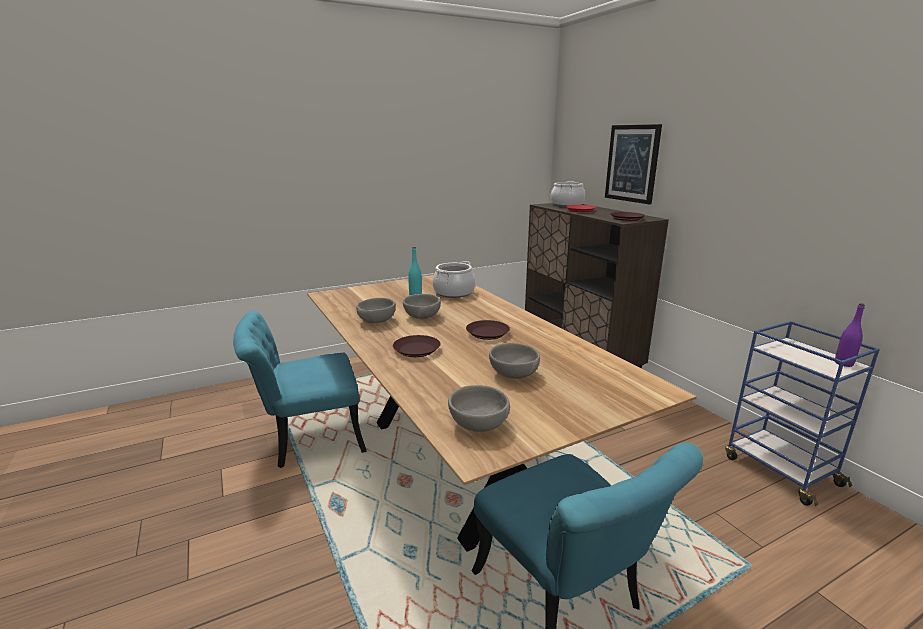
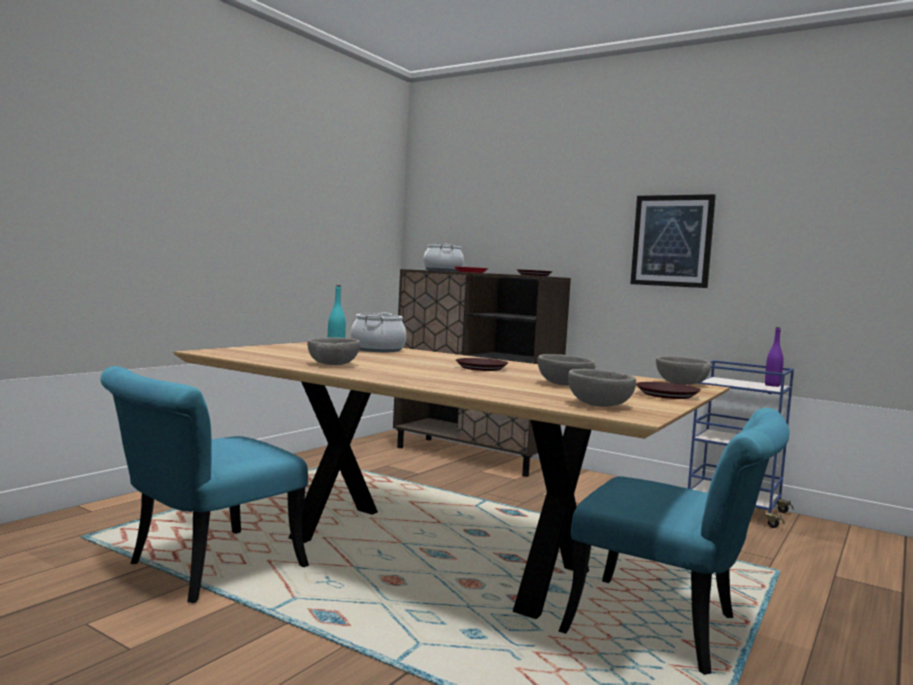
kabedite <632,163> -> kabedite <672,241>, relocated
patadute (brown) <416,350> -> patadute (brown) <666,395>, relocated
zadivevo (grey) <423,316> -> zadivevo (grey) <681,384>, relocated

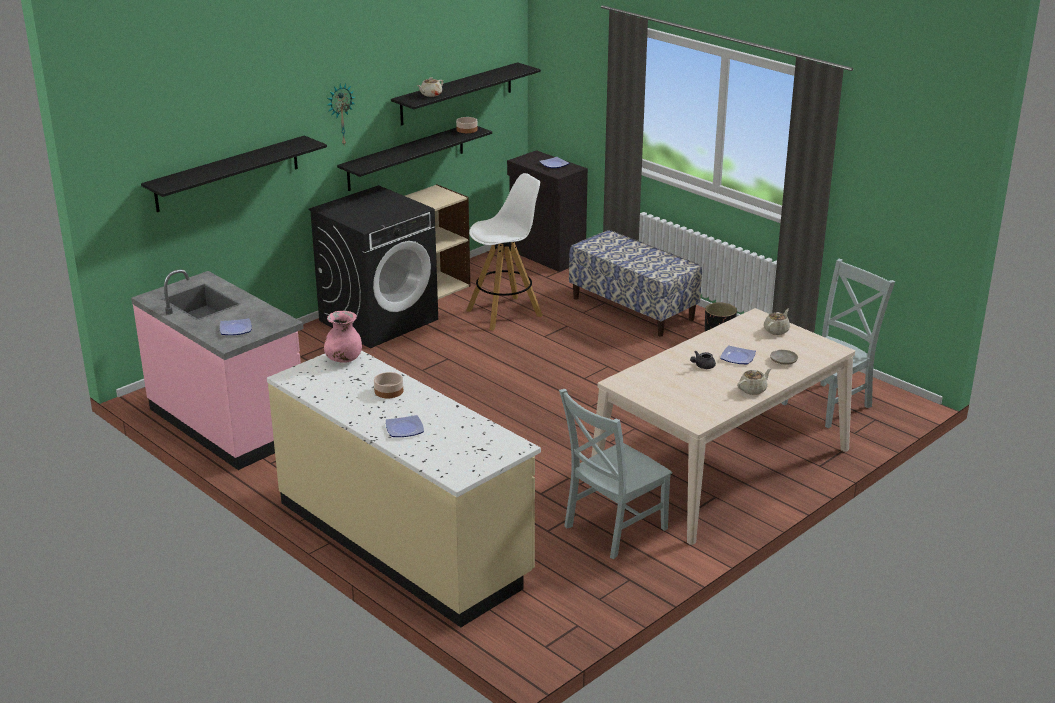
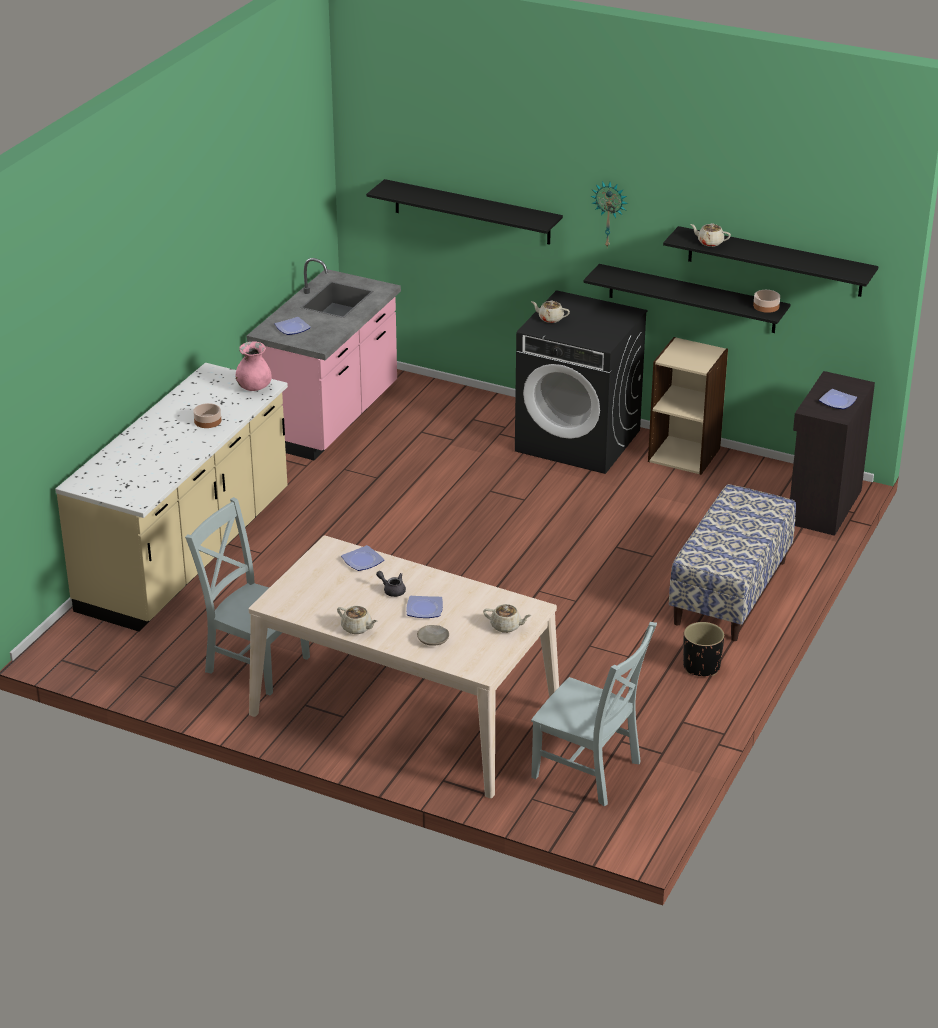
patadute <404,429> -> patadute <361,561>, relocated
none -> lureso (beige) <550,318>
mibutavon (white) <505,313> -> none

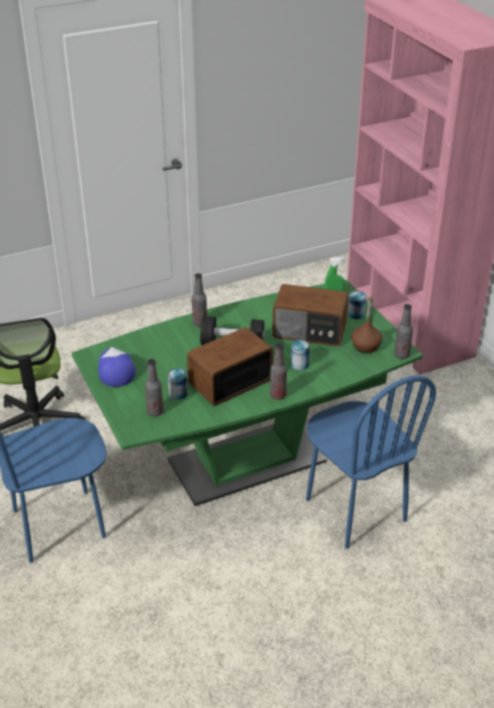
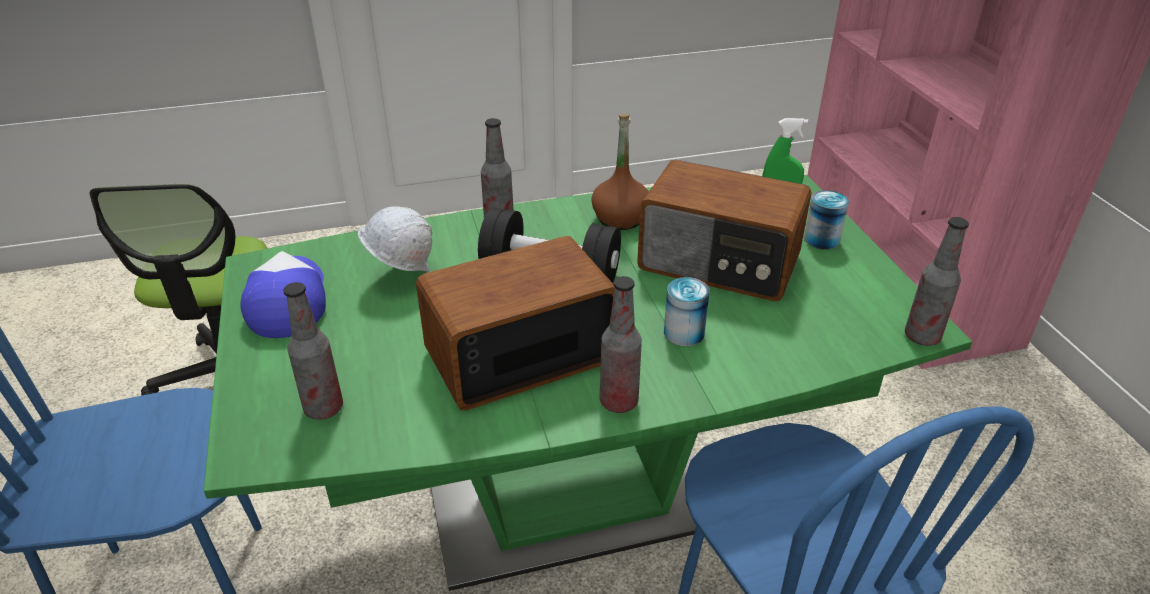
none -> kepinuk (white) <401,275>
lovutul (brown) <365,346> -> lovutul (brown) <620,218>, relocated
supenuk <178,393> -> none

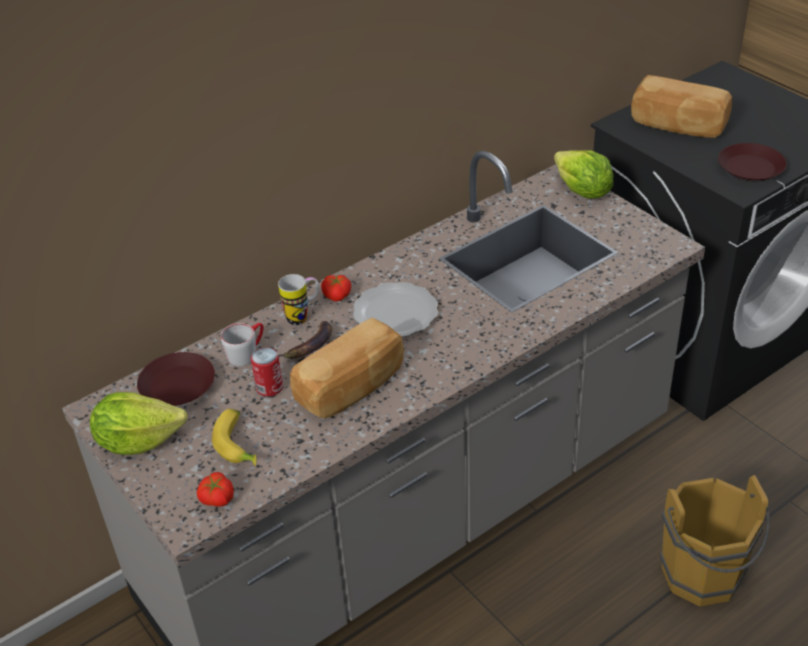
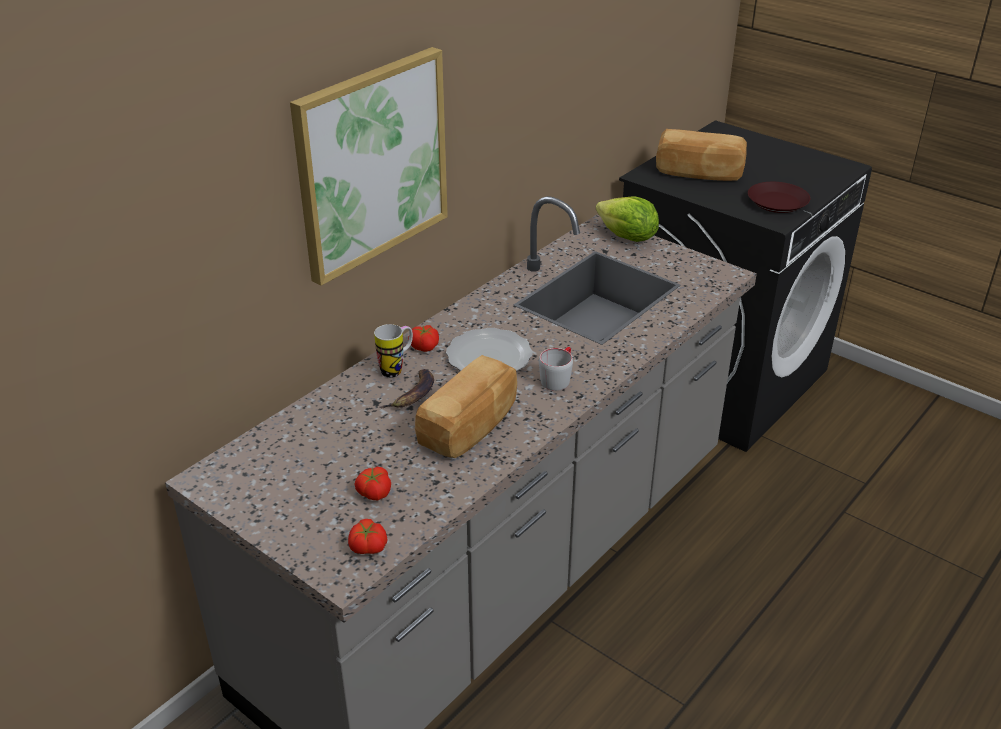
none -> kabedite <371,163>
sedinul <239,444> -> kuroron <373,493>
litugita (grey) <247,352> -> litugita (grey) <558,378>, relocated
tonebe <138,441> -> none
patadute (brown) <177,386> -> none
supenuk <269,387> -> none
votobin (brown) <703,580> -> none

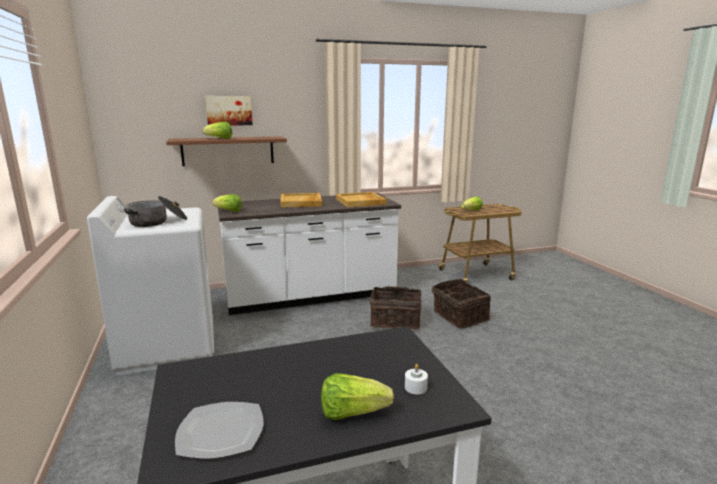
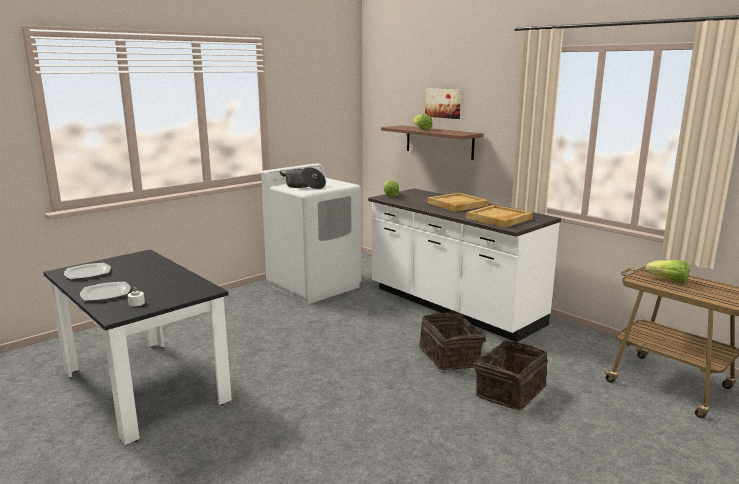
tonebe <352,413> -> patadute <106,293>

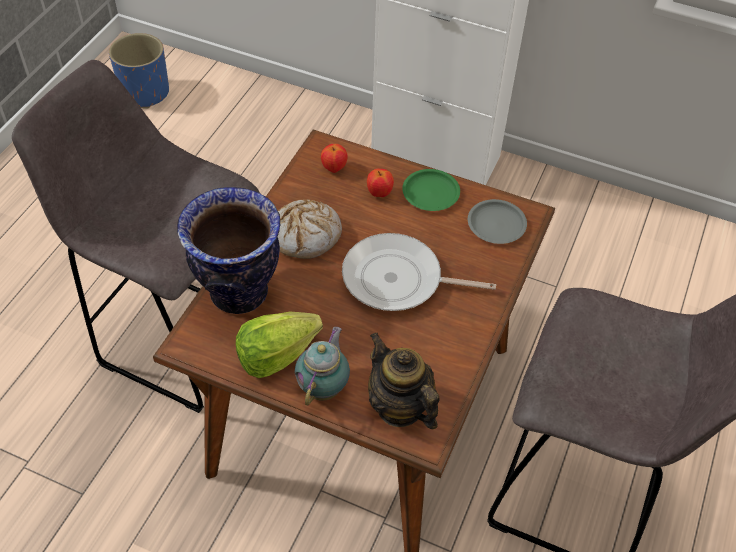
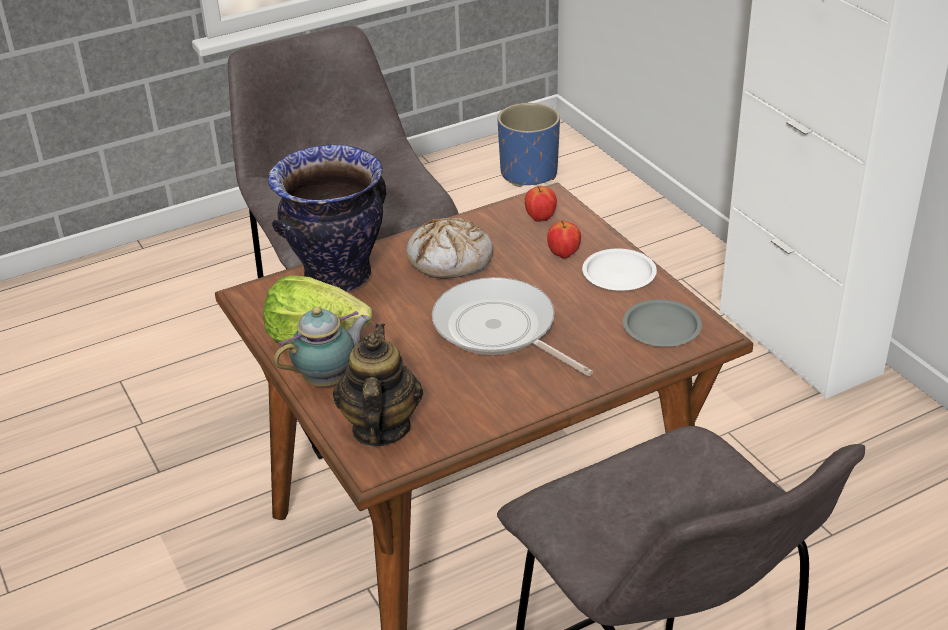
patadute (green) <430,193> -> patadute (white) <618,274>

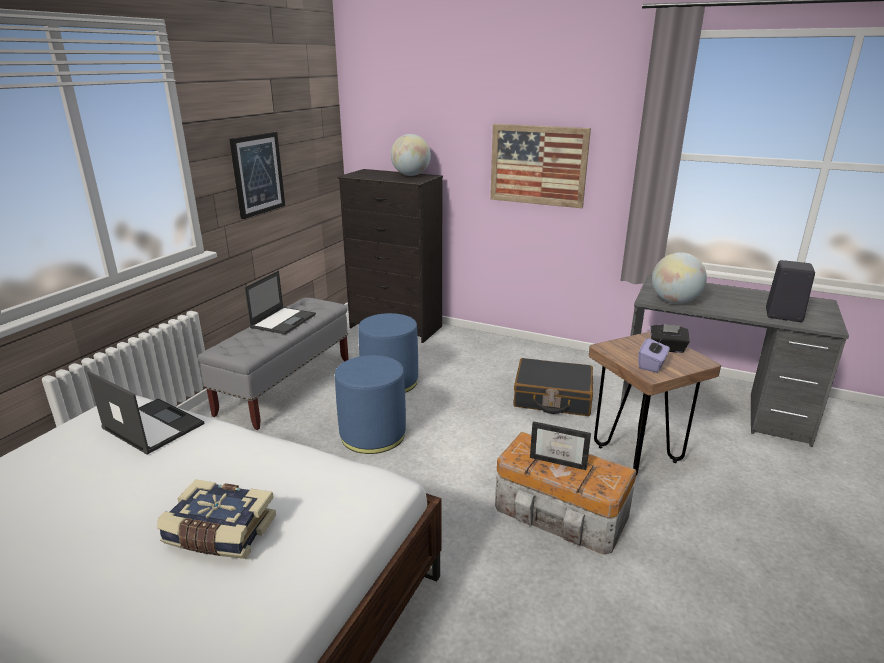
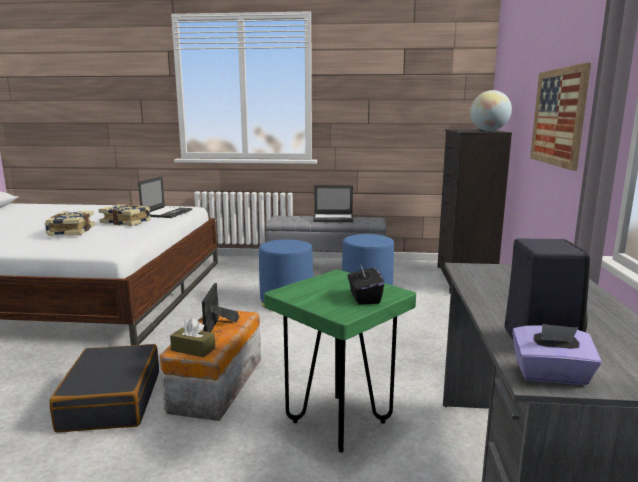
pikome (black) <552,398> -> pikome (black) <111,400>, relocated
none -> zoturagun <126,222>
none -> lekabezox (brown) <193,349>
mibutavon (brown) <636,454> -> mibutavon (green) <338,422>
lekabezox (purple) <652,365> -> lekabezox (purple) <551,375>, relocated
kabedite <257,174> -> none
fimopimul <674,301> -> none

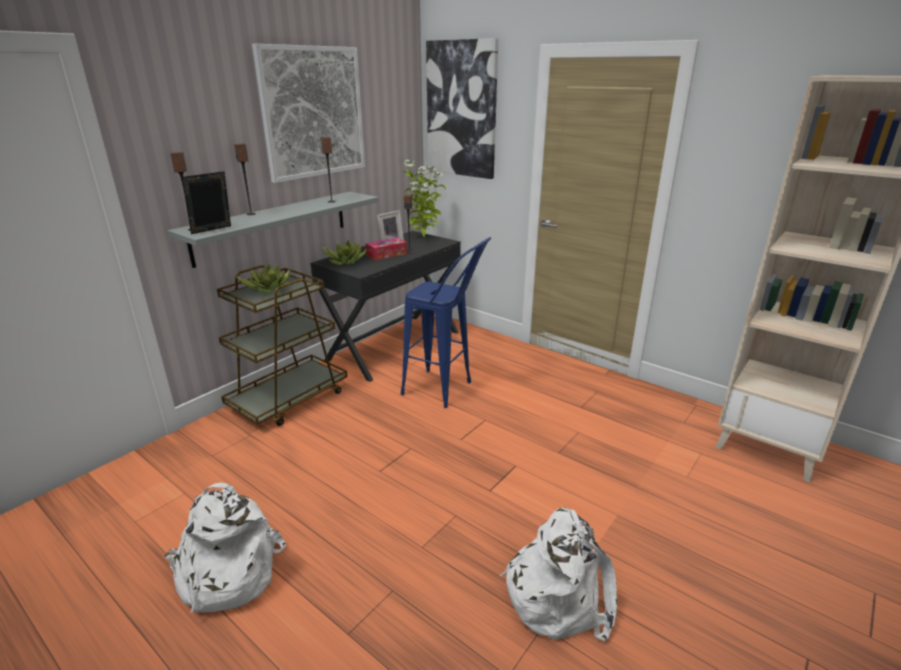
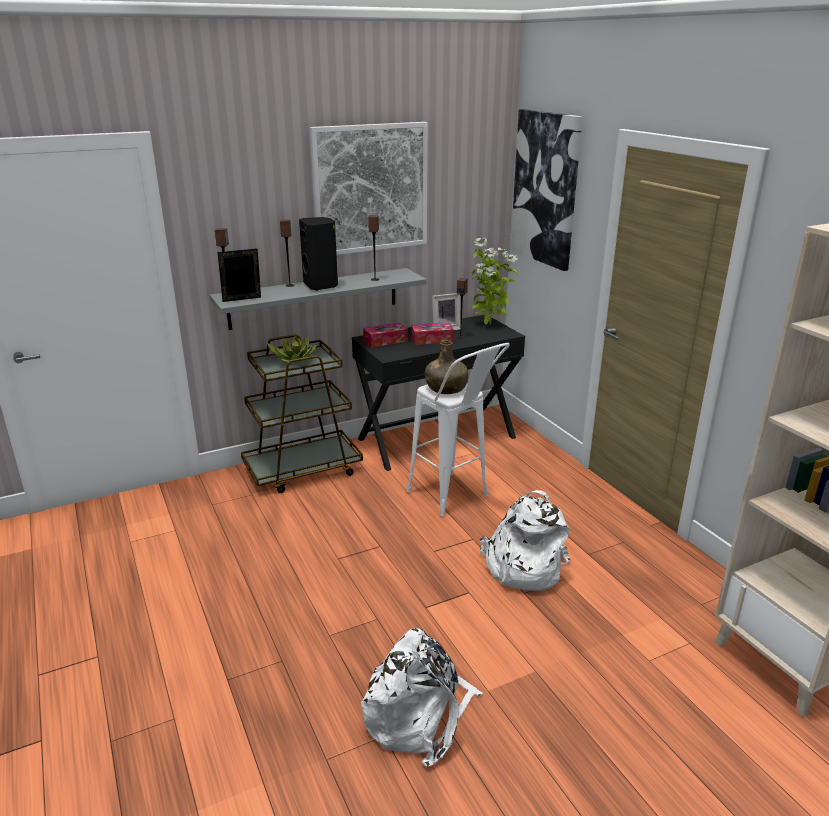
none -> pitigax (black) <321,285>
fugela <345,261> -> lekabezox <385,341>
mibutavon (blue) <446,391> -> mibutavon (white) <455,499>
none -> lovutul (green) <446,388>
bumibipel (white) <226,573> -> bumibipel (white) <522,567>, relocated

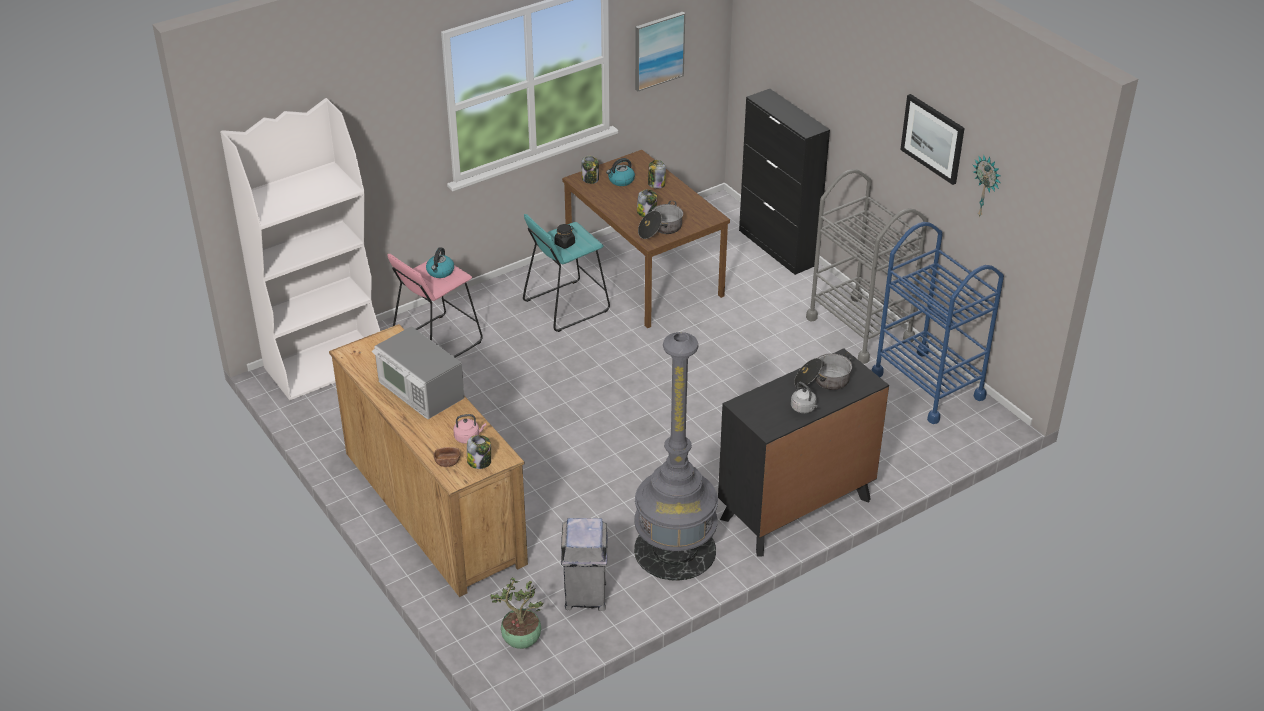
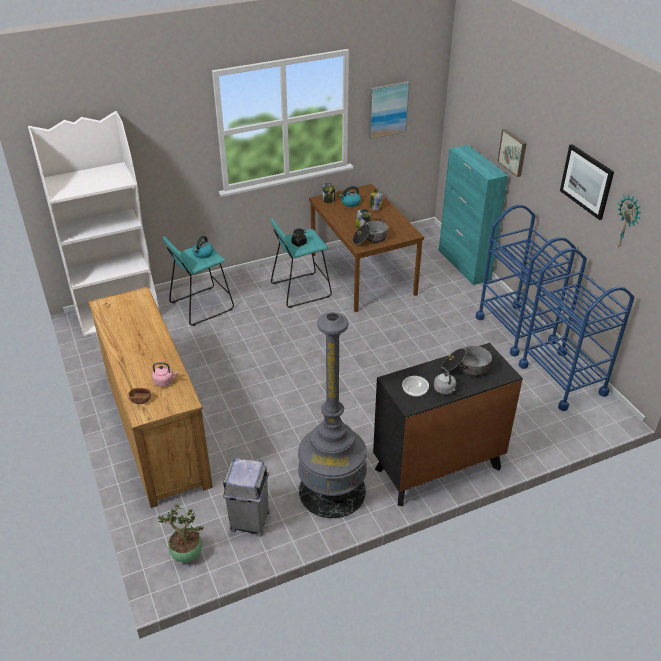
mibutavon (pink) <437,342> -> mibutavon (turquoise) <201,306>
none -> zadivevo <415,391>
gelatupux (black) <778,248> -> gelatupux (turquoise) <464,265>
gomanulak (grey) <859,328> -> gomanulak (blue) <515,329>
none -> kabedite <513,152>
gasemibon <420,391> -> none
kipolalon <479,462> -> none

